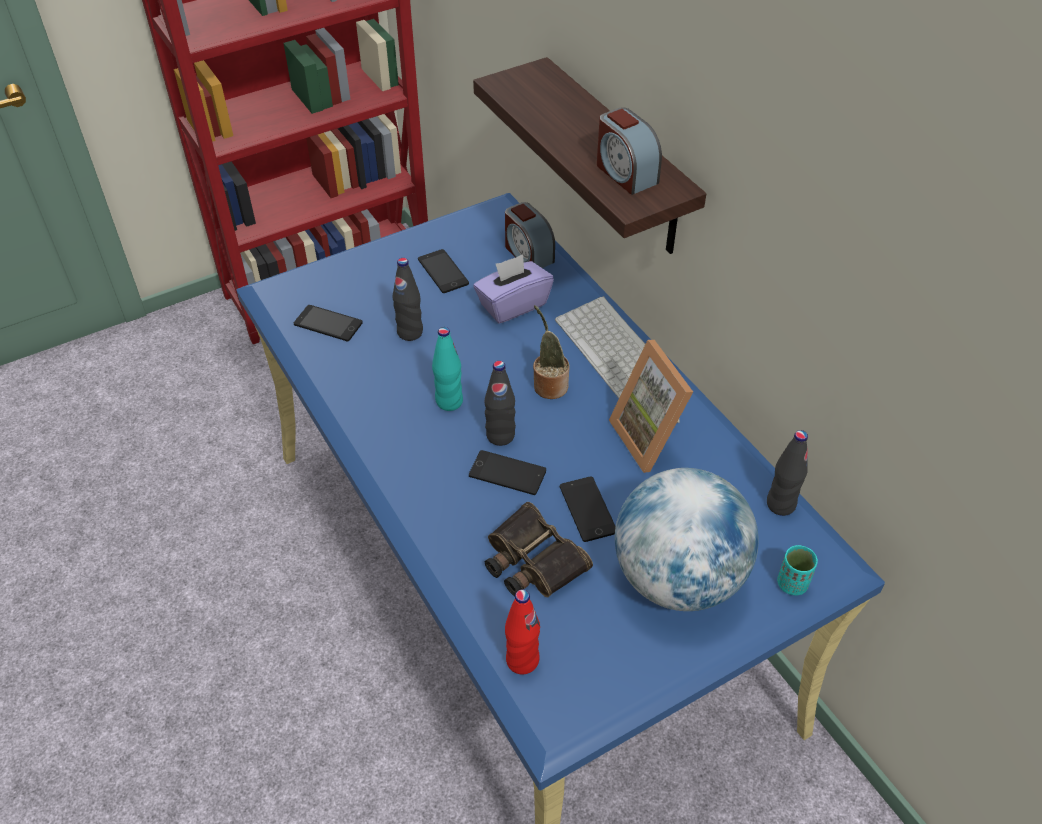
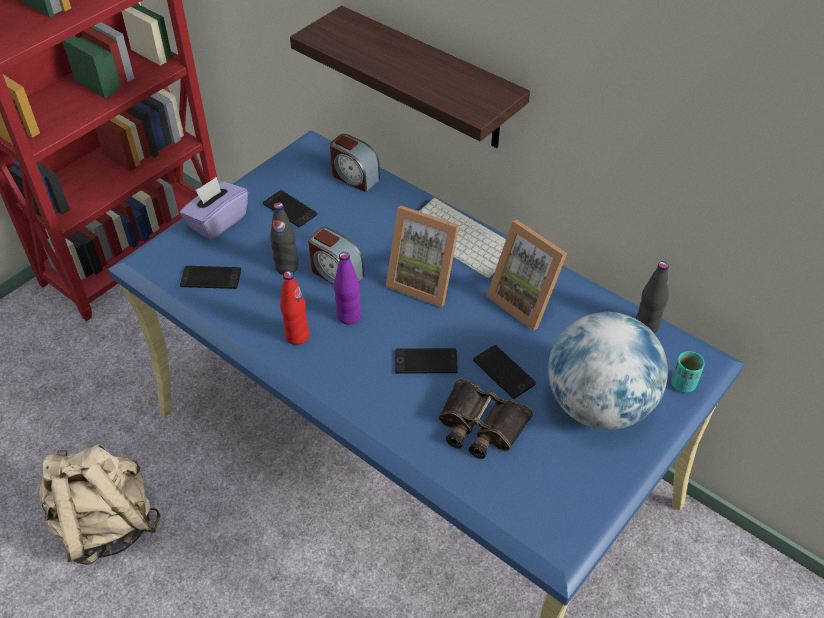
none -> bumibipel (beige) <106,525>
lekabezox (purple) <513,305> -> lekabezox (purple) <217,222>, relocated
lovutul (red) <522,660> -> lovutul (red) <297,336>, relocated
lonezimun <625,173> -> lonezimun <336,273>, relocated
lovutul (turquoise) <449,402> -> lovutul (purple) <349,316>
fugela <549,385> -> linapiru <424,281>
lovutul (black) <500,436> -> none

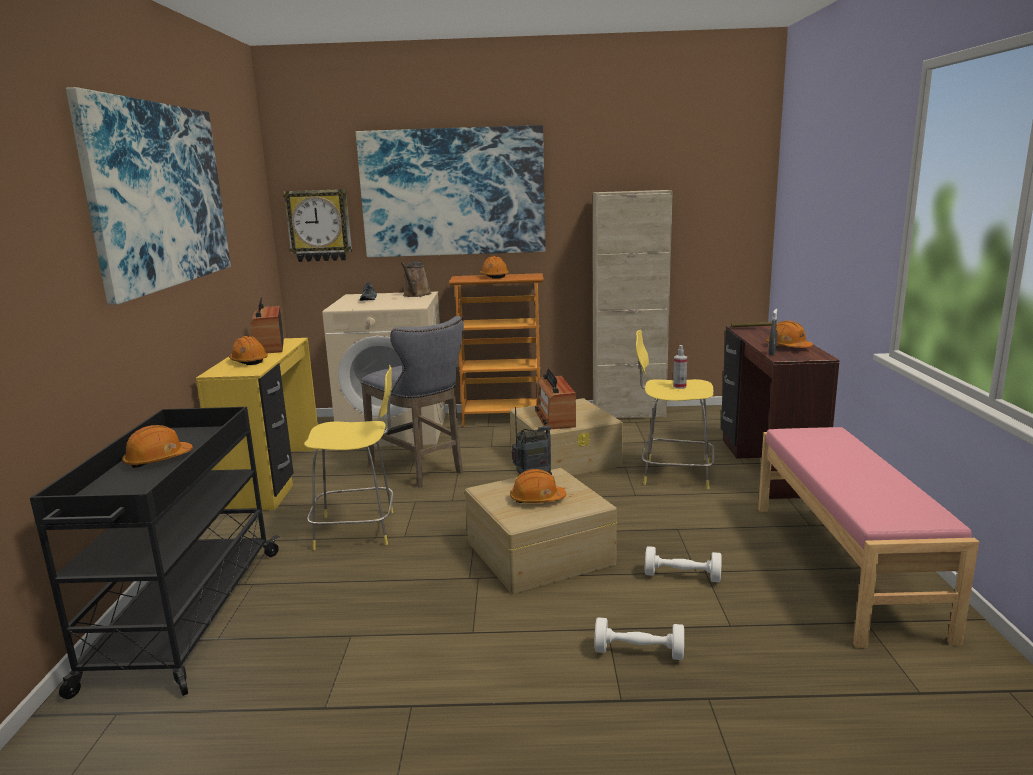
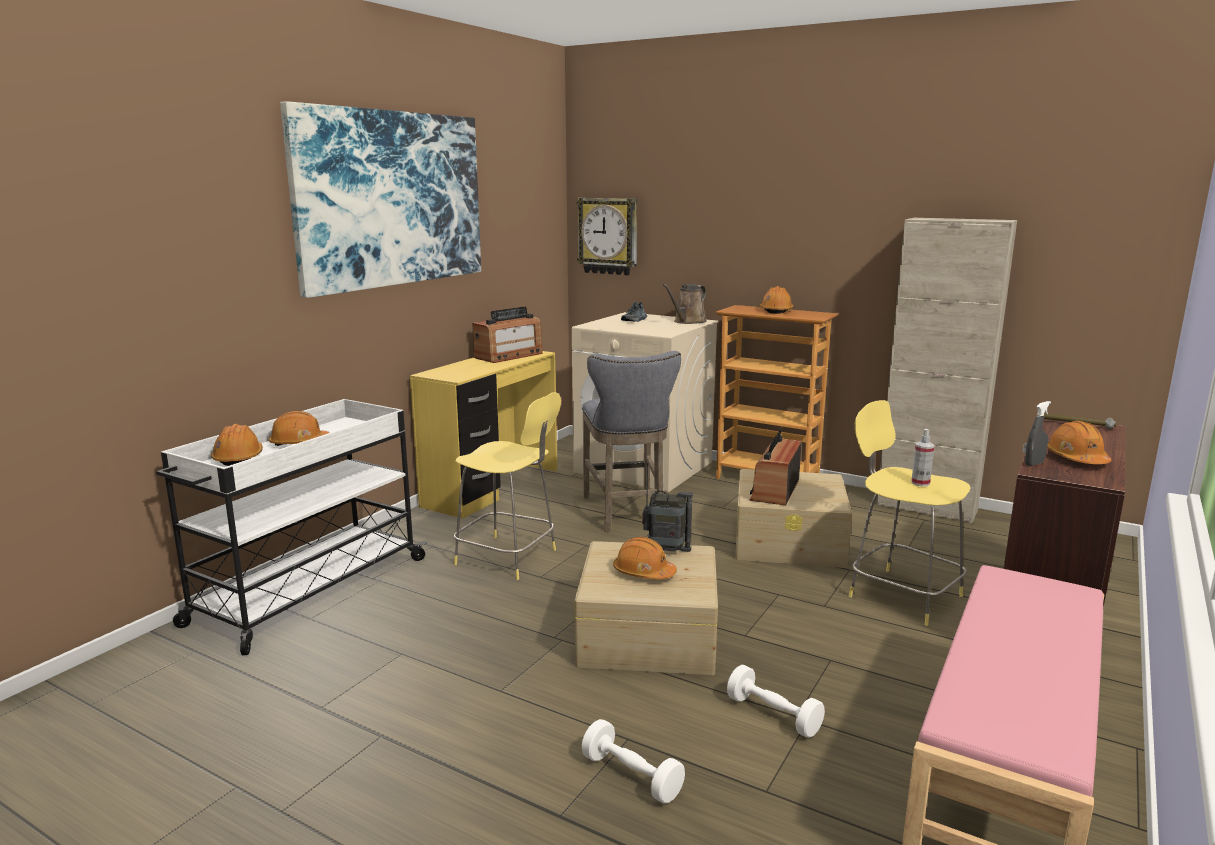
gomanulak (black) <185,617> -> gomanulak (white) <307,592>
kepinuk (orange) <248,361> -> kepinuk (orange) <239,458>, relocated
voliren <268,346> -> voliren <509,356>, 150 degrees counterclockwise
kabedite <453,192> -> none

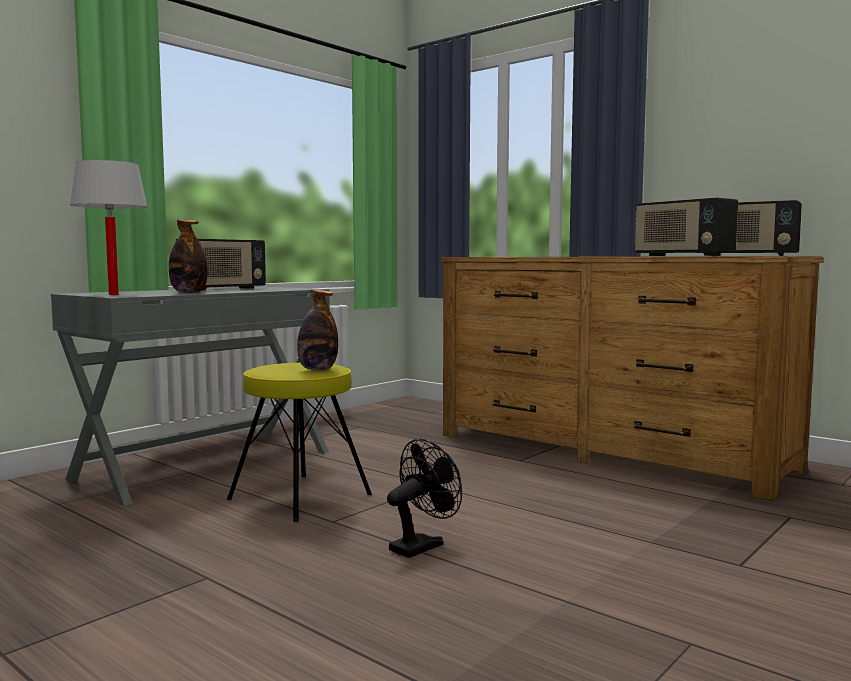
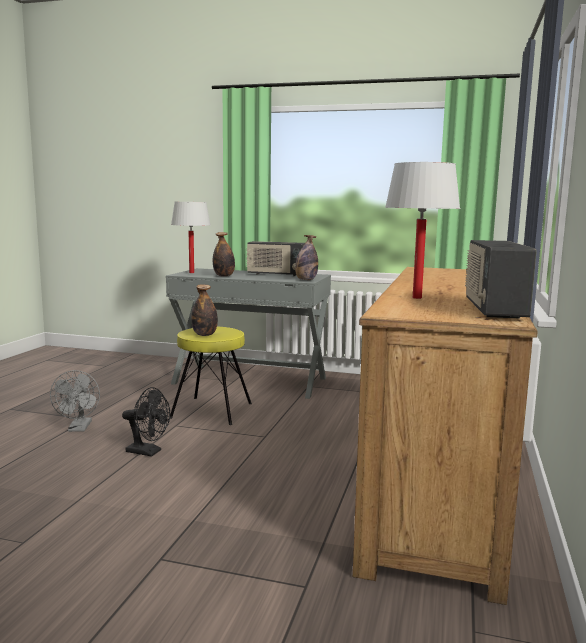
none -> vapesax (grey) <79,428>
none -> lovutul <306,280>
voliren <682,255> -> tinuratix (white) <417,298>

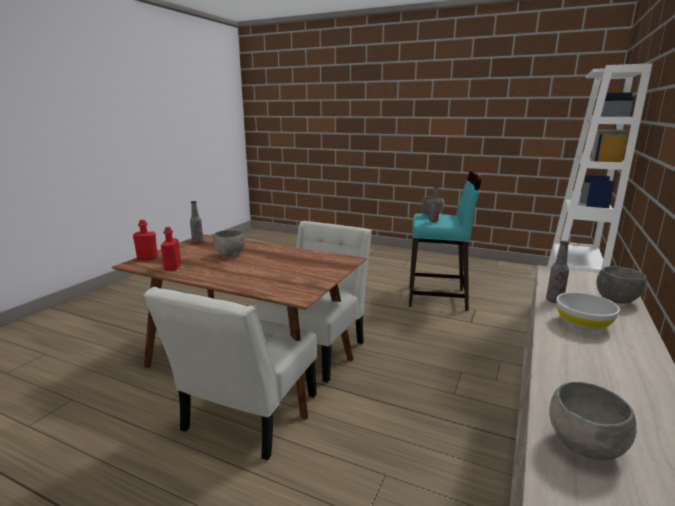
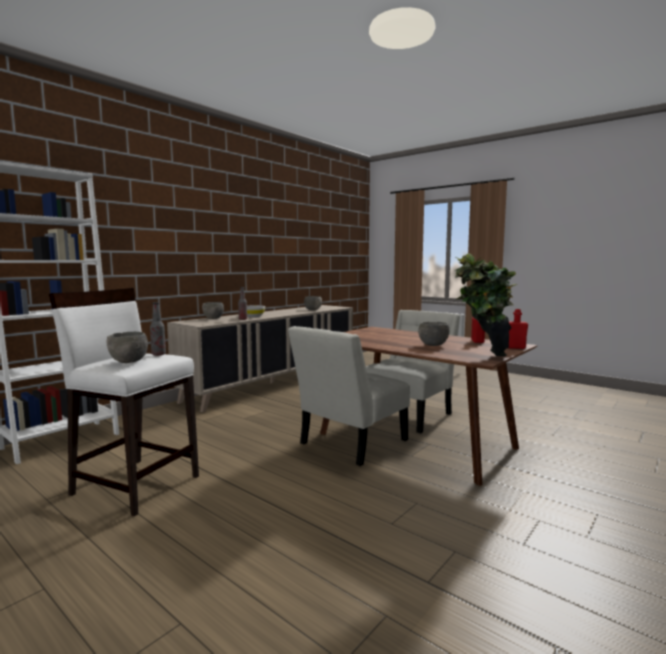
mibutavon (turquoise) <437,298> -> mibutavon (white) <136,484>
lovutul <198,242> -> fugela <483,356>

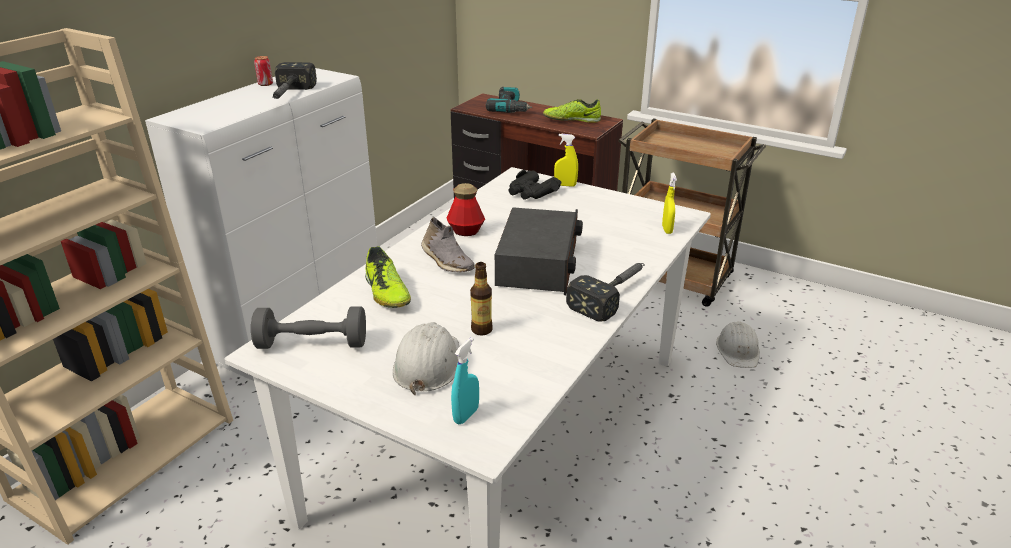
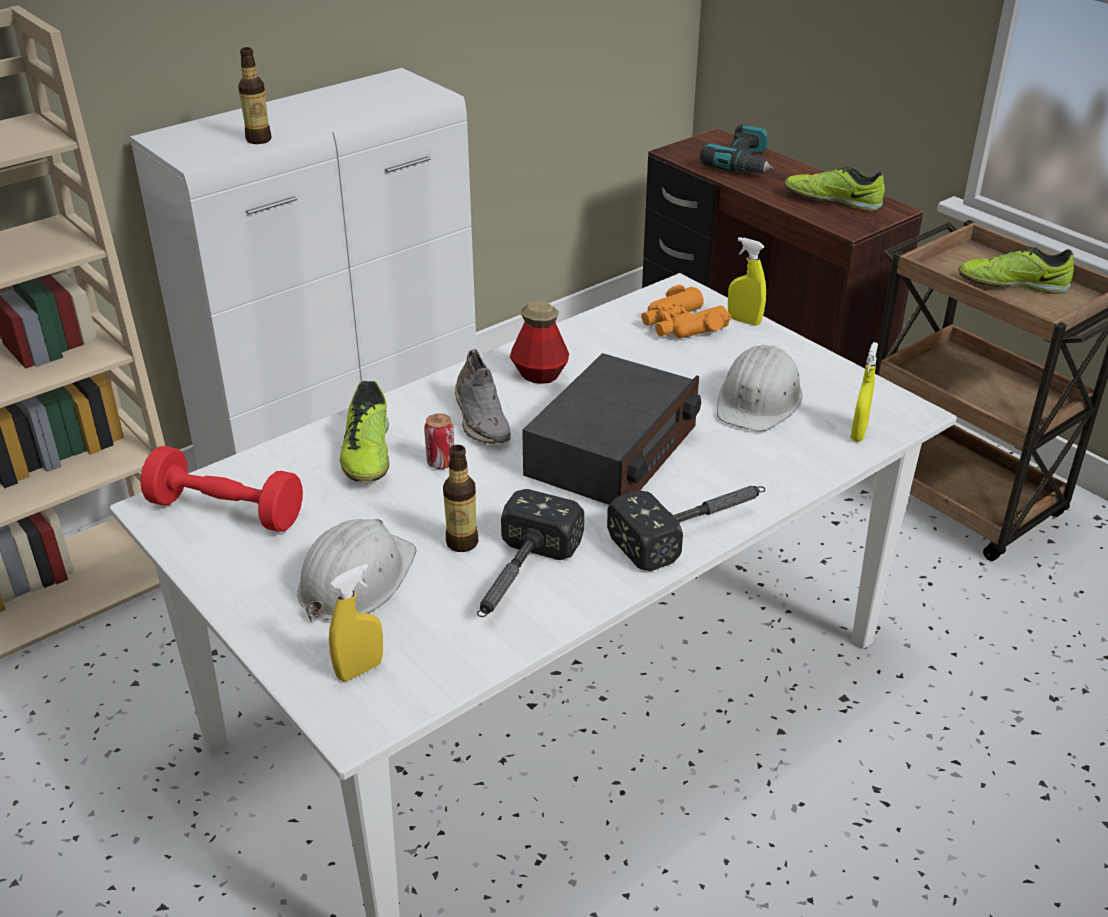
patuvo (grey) <312,344> -> patuvo (red) <226,511>
none -> lovutul <259,139>
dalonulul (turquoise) <466,415> -> dalonulul (yellow) <360,669>
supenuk <265,84> -> supenuk <441,462>, relocated
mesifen <288,95> -> mesifen <518,579>, relocated
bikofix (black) <531,192> -> bikofix (orange) <681,325>
kepinuk (white) <738,350> -> kepinuk (white) <759,400>, relocated
none -> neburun <1012,285>

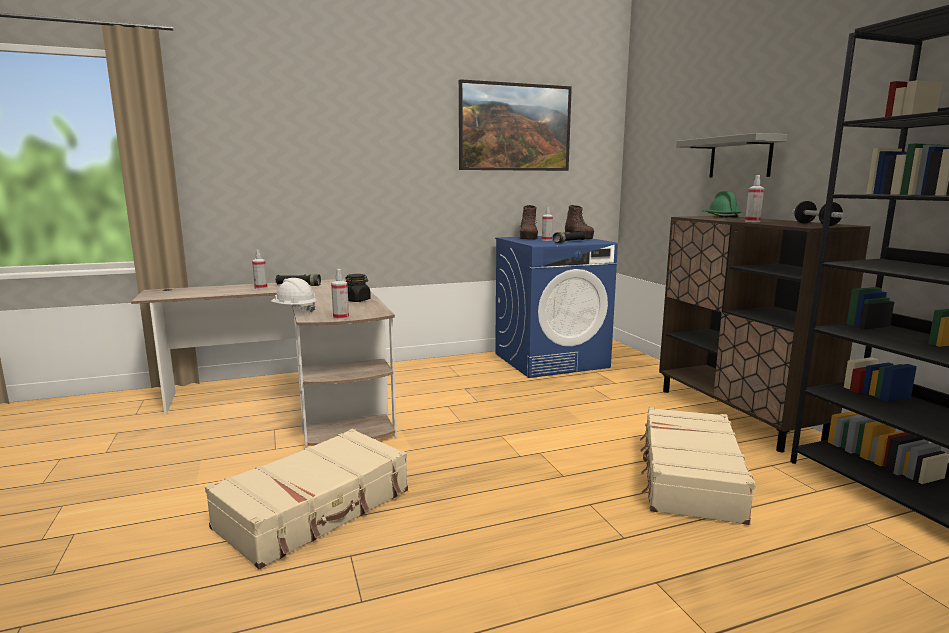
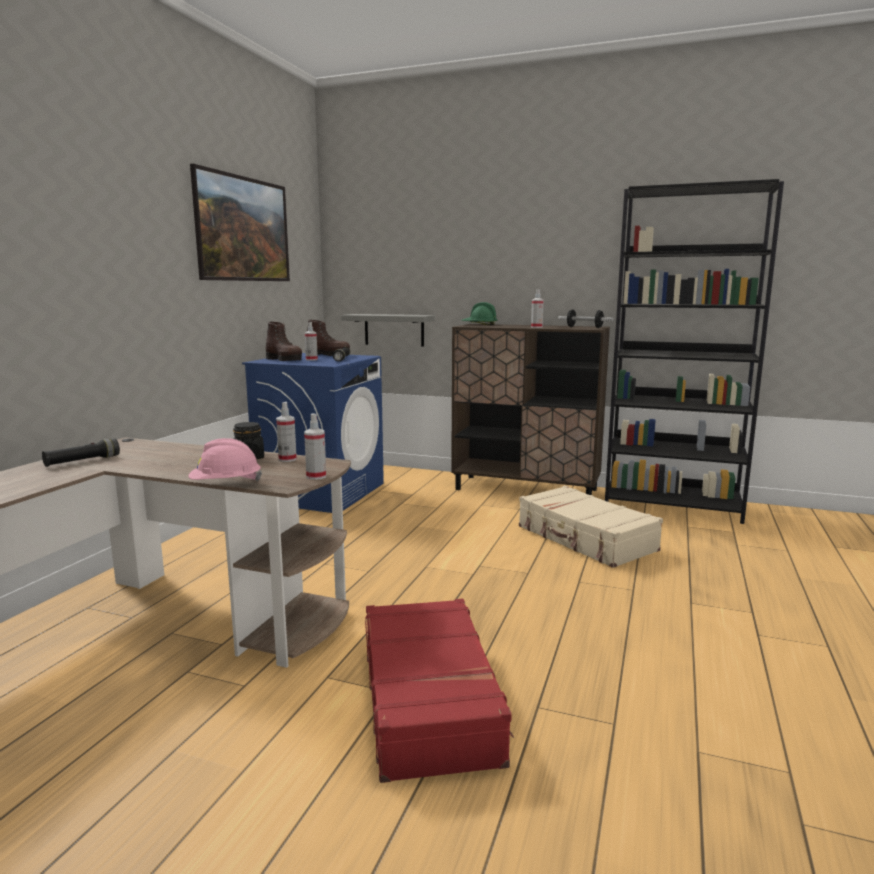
kepinuk (white) <294,310> -> kepinuk (pink) <226,485>
dalonulul <261,288> -> dalonulul <287,459>, relocated
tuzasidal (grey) <740,157> -> tuzasidal (grey) <394,330>, relocated
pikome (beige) <316,509> -> pikome (red) <430,700>

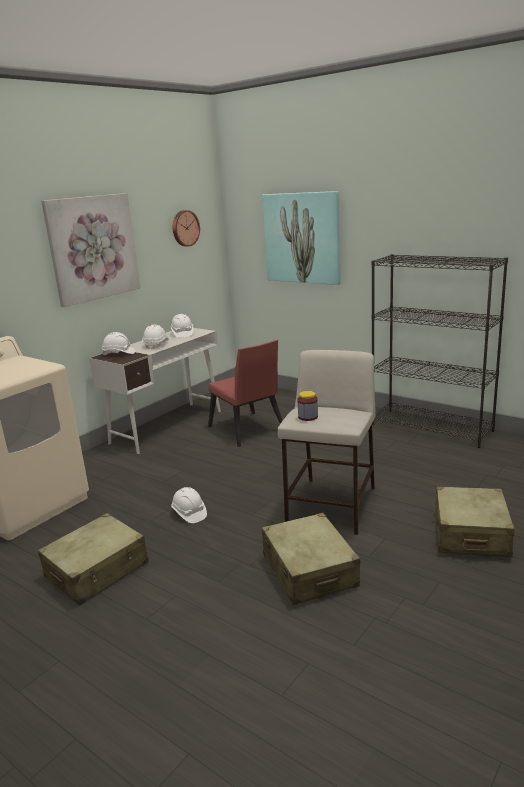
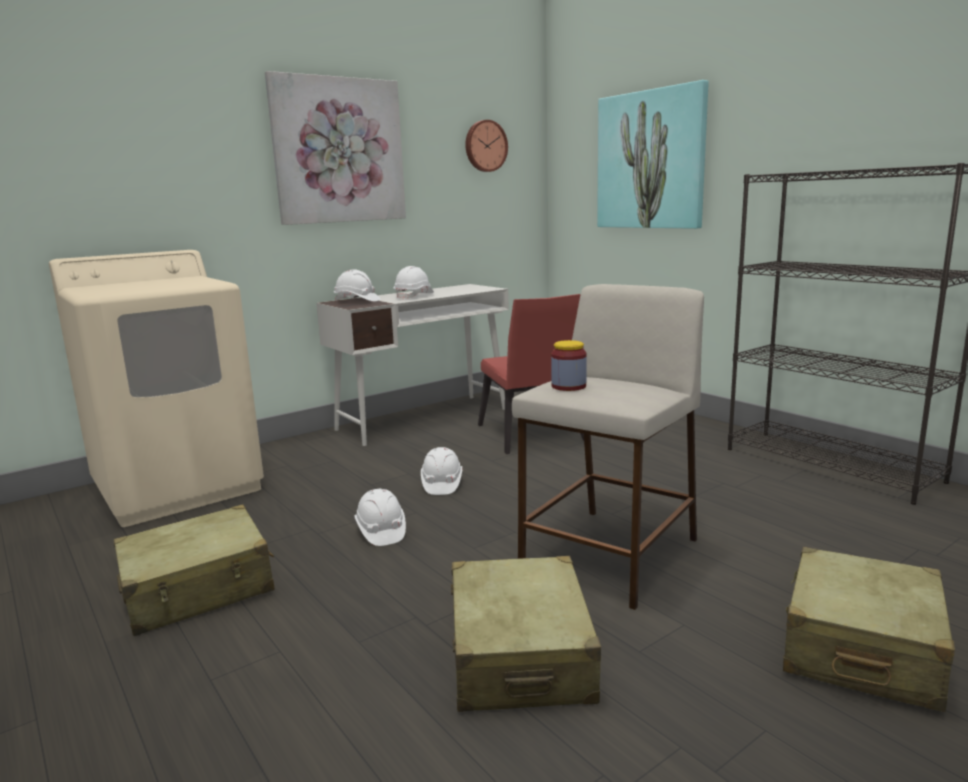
kepinuk (white) <182,334> -> kepinuk (white) <441,484>, relocated

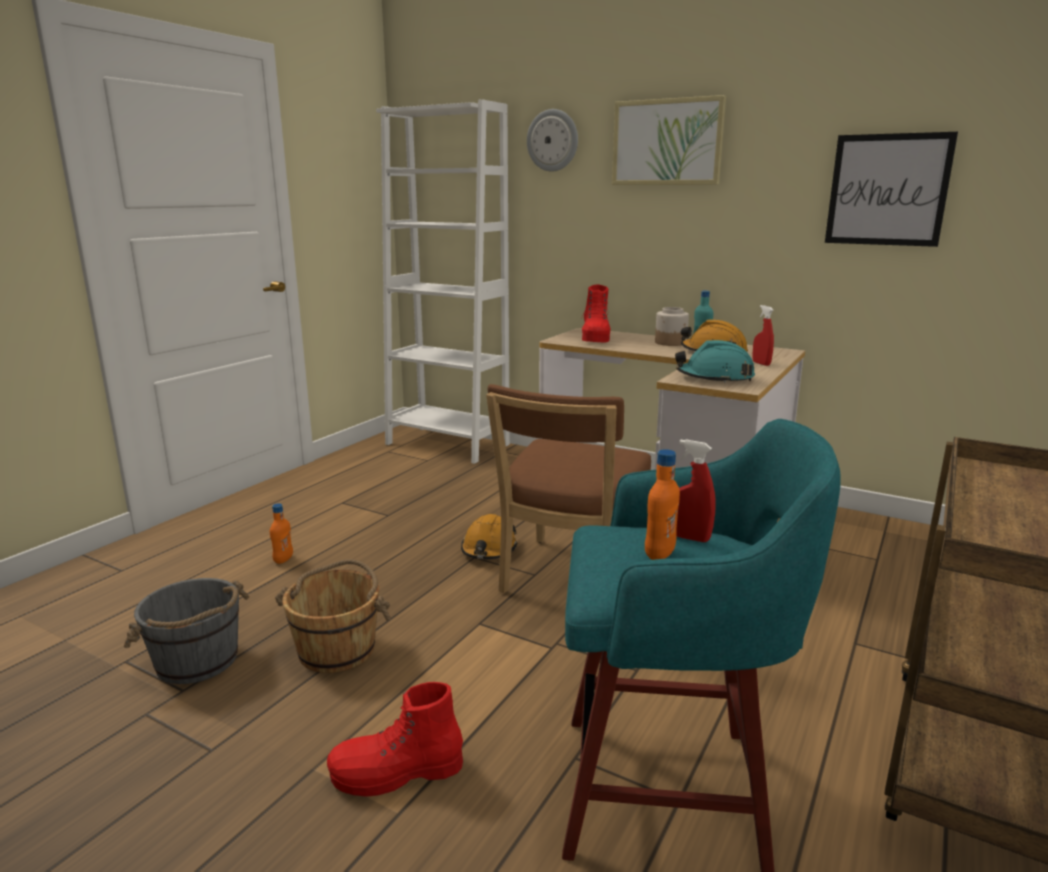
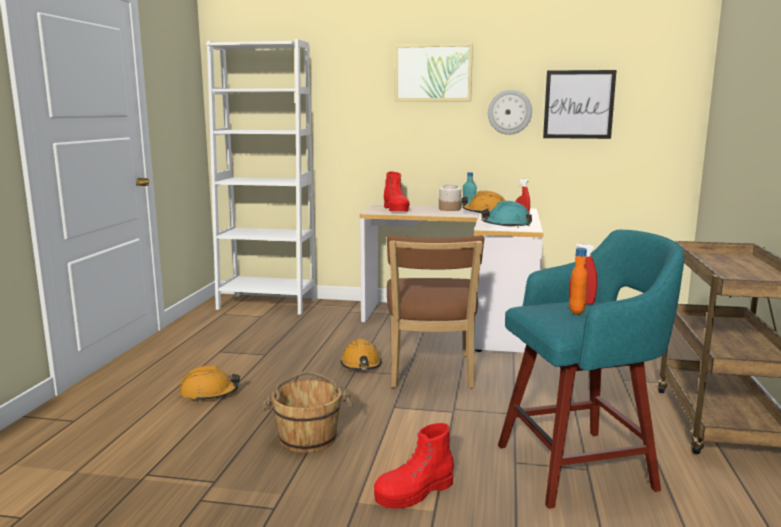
lovutul (orange) <283,559> -> kepinuk (orange) <209,393>
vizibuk <553,140> -> vizibuk <509,112>, relocated
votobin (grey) <198,661> -> none

